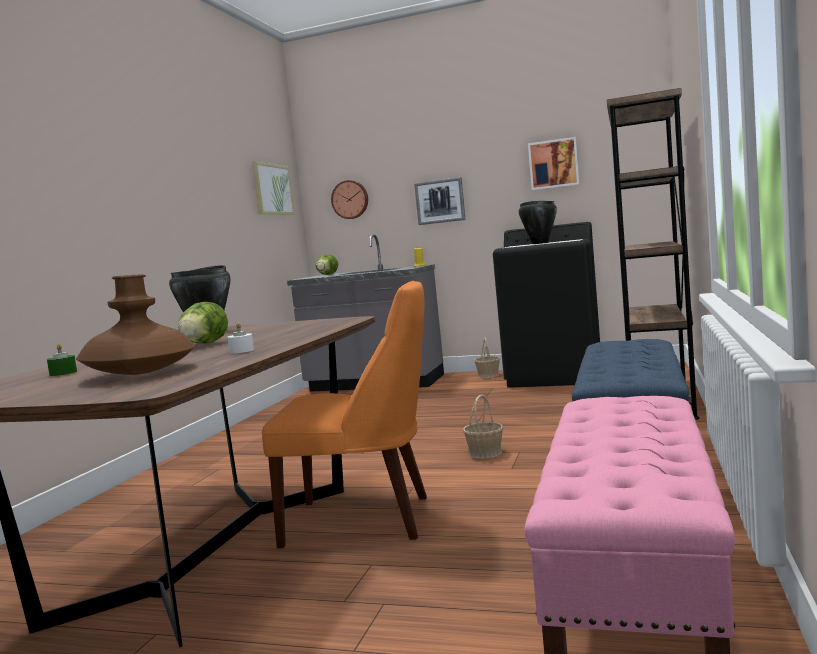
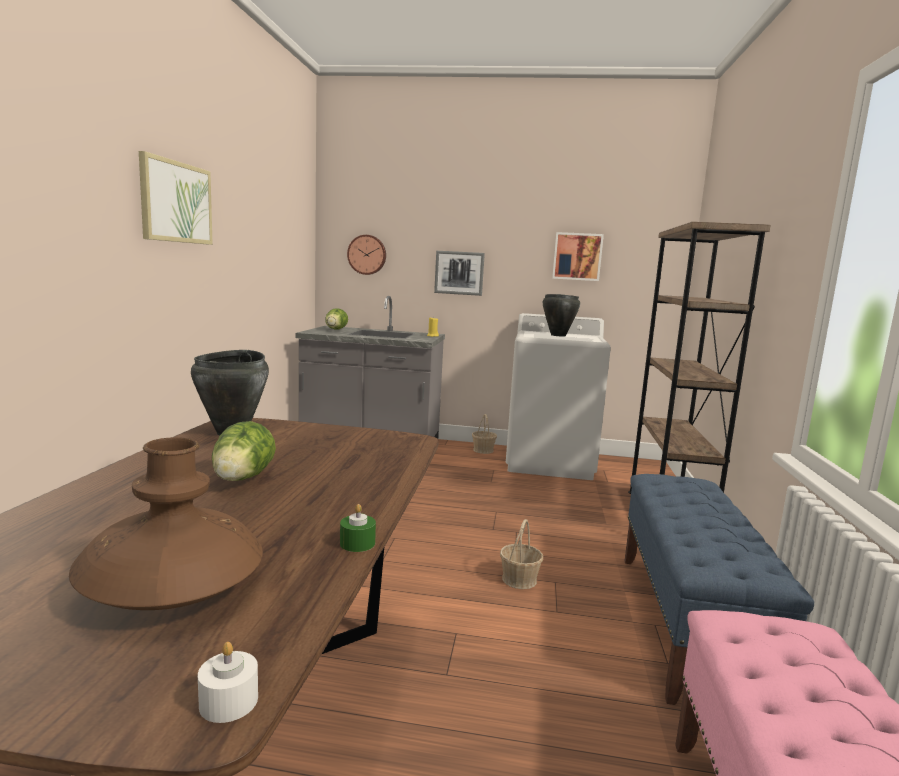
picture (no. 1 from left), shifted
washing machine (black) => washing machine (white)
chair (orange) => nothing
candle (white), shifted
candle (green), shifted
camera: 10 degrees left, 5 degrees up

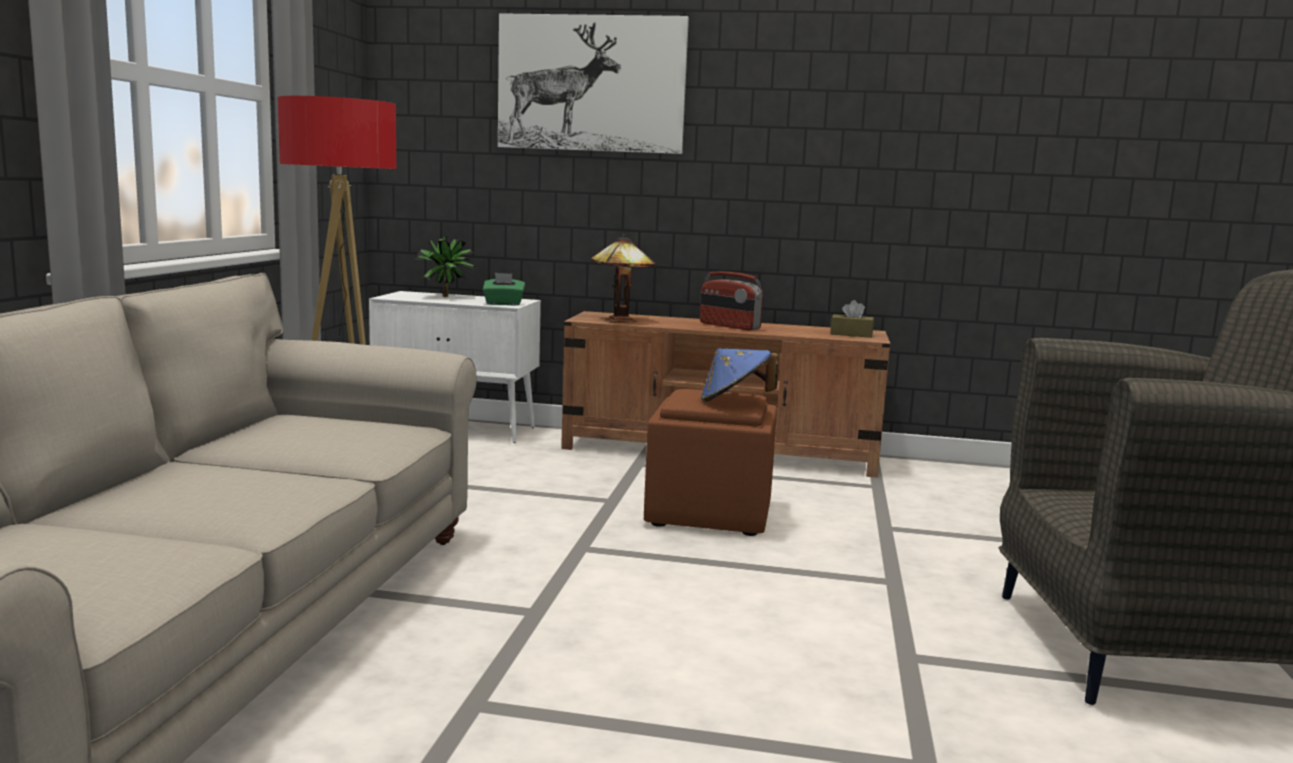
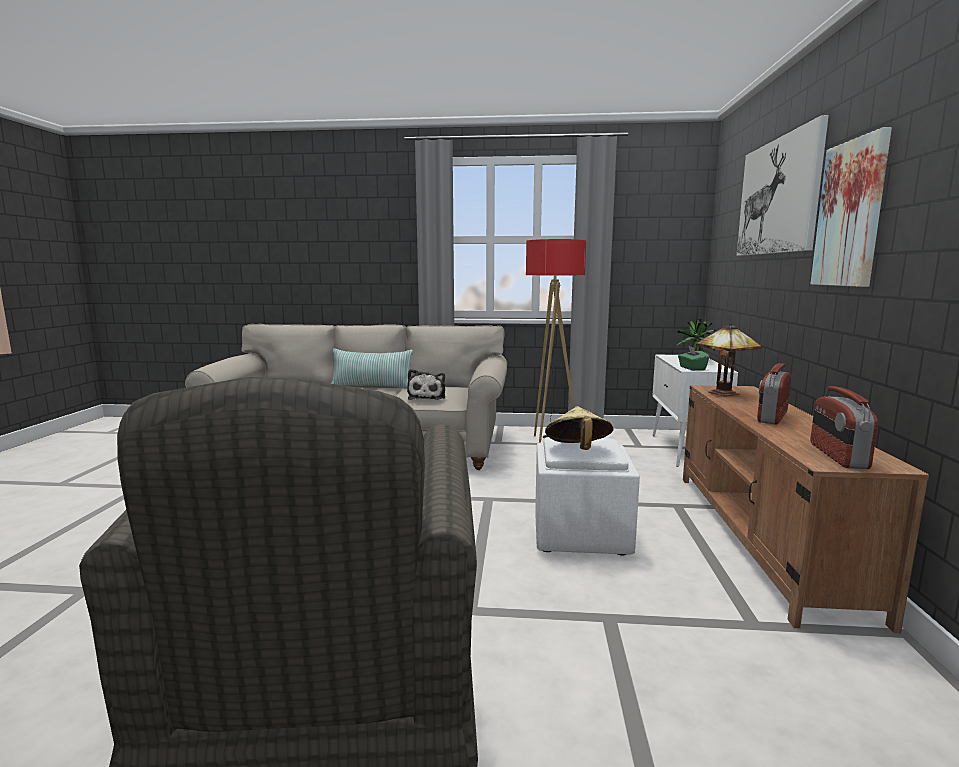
tissue box (brown) => radio (no. 2 from left)
hat (blue) => hat (beige)
ottoman (brown) => ottoman (white)
nothing => picture (no. 2 from left)
nothing => pillow
nothing => plush toy
camera: 85 degrees right, 0 degrees up

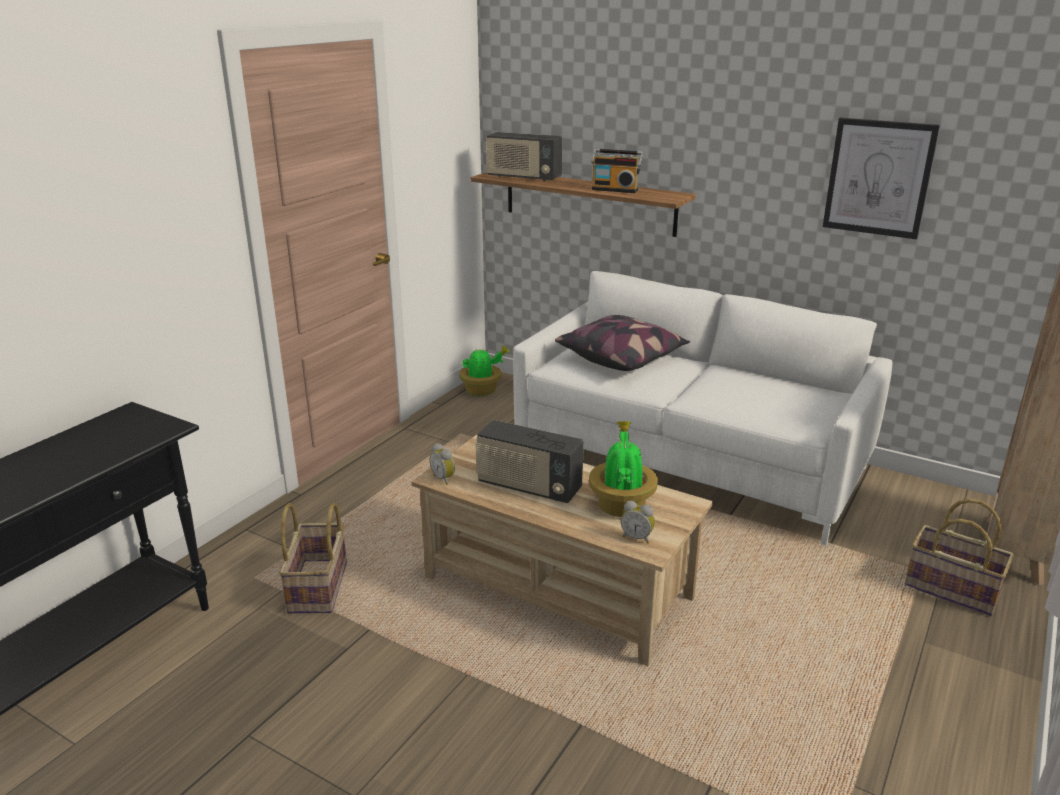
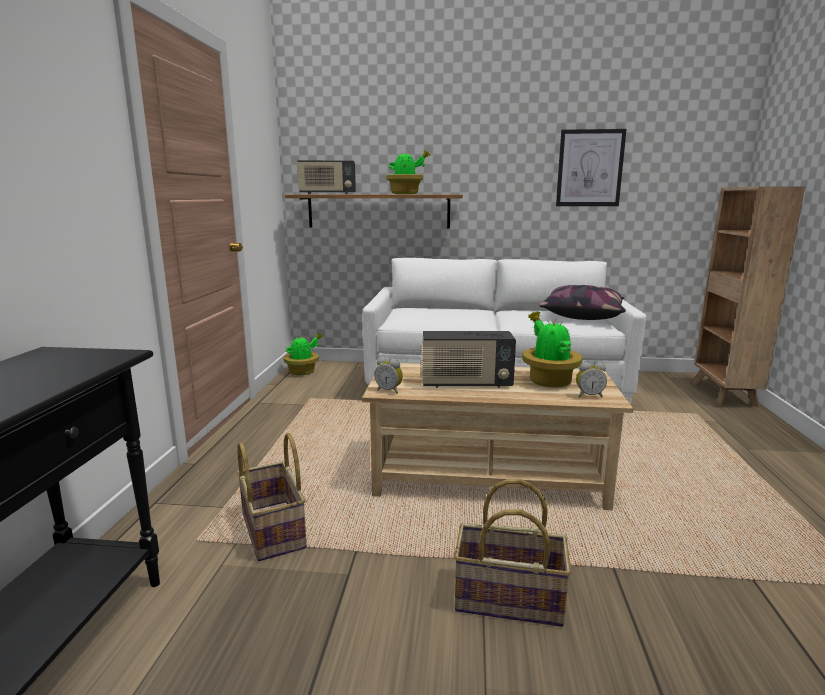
radio (no. 3 from left) => potted plant (no. 2 from left)
pillow, shifted
basket (no. 2 from left), shifted
camera: 25 degrees left, 10 degrees down

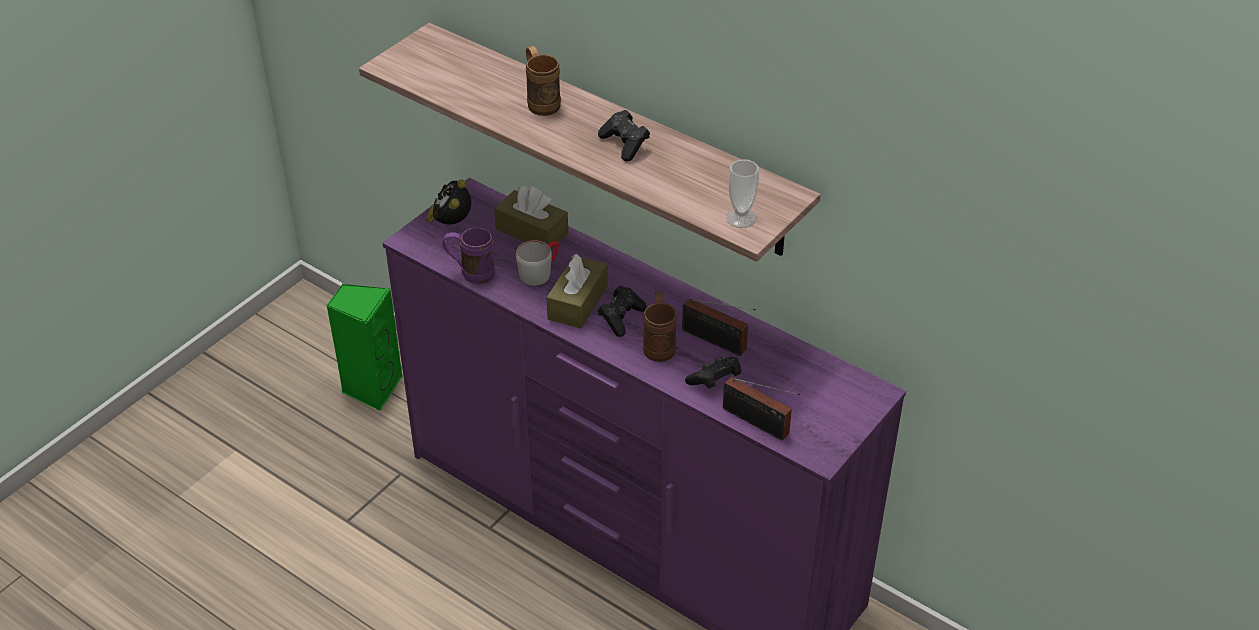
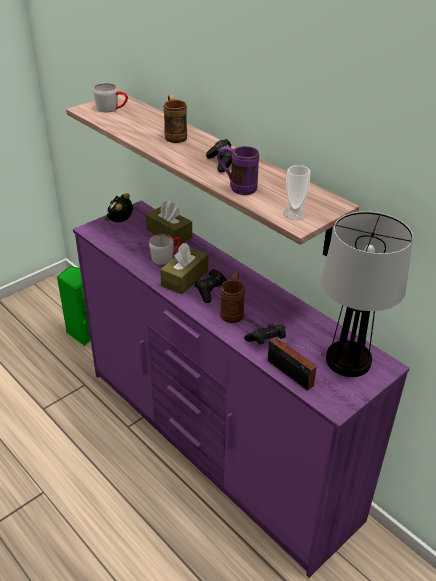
mug (purple), shifted
radio (no. 1 from left) => nothing
nothing => mug (grey) (no. 1 from left)
nothing => table lamp
camera: 10 degrees right, 5 degrees down

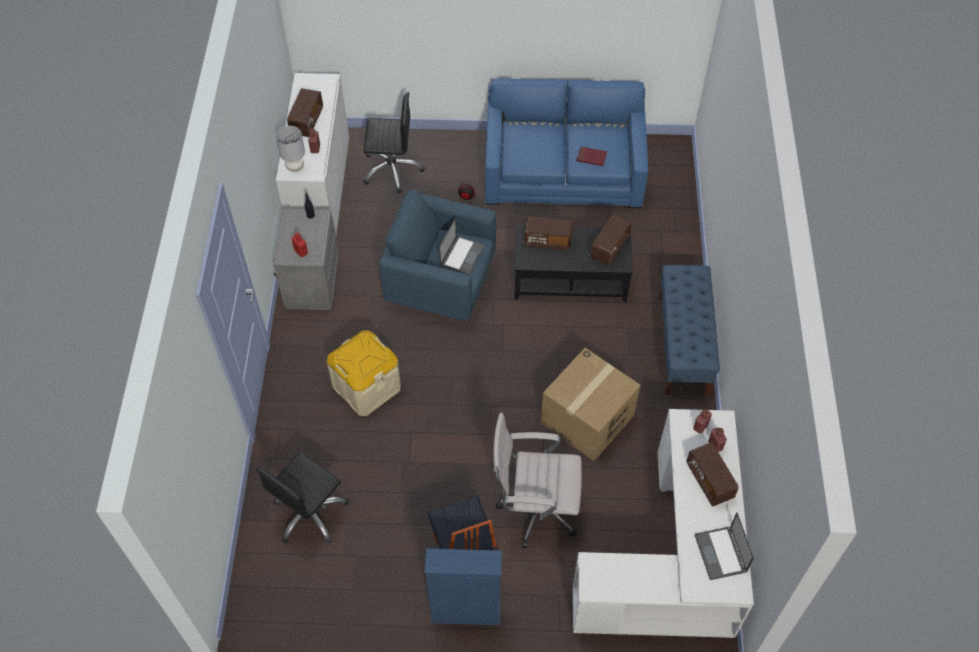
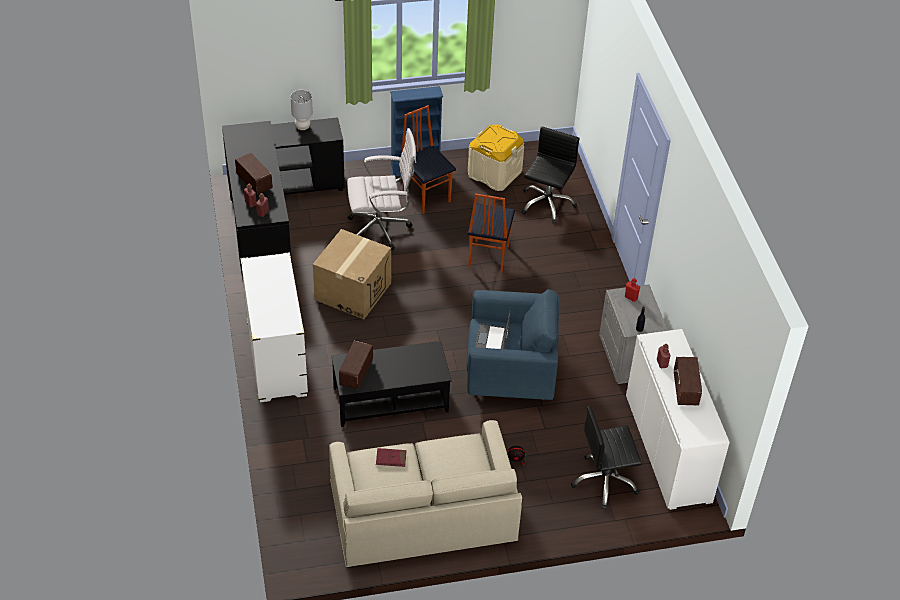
sofa (blue) => sofa (beige)
table lamp (grey), shifted
radio (no. 2 from left) => nothing
bench (blue) => dresser (white)
storage box (beige), shifted
desk (white) => desk (black)
laptop (no. 2 from left) => nothing
nothing => chair (no. 2 from left)
camera: 165 degrees right, 10 degrees down

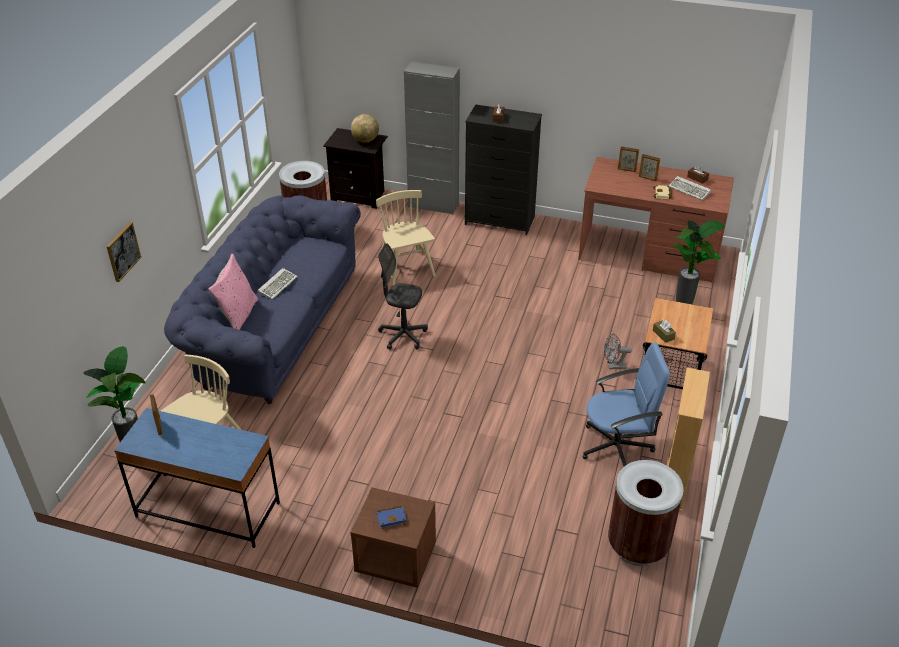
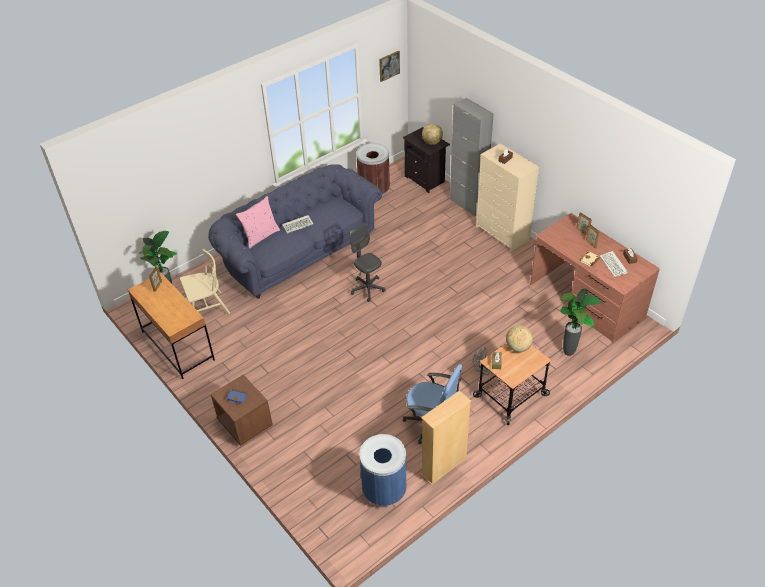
dresser (black) => dresser (beige)
chair (beige) (no. 2 from left) => nothing
picture, shifted
desk (blue) => desk (brown) (no. 1 from left)
trash can (brown) (no. 2 from left) => trash can (blue)
nothing => globe (no. 2 from left)
camera: 35 degrees right, 5 degrees up

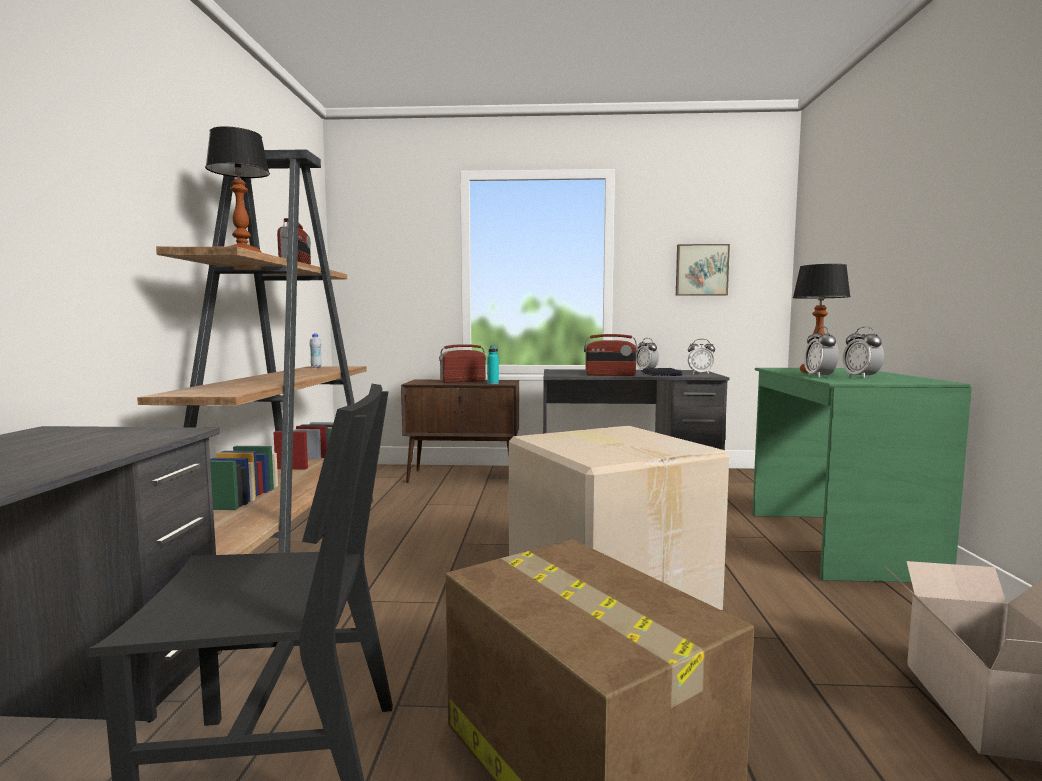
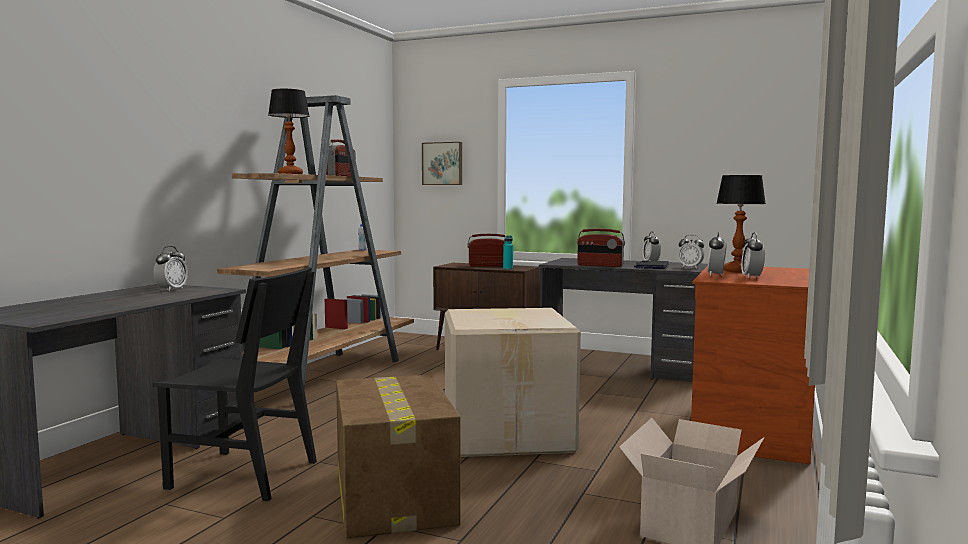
picture, shifted
desk (green) => desk (brown)
nothing => alarm clock (no. 1 from left)
camera: 20 degrees right, 0 degrees up

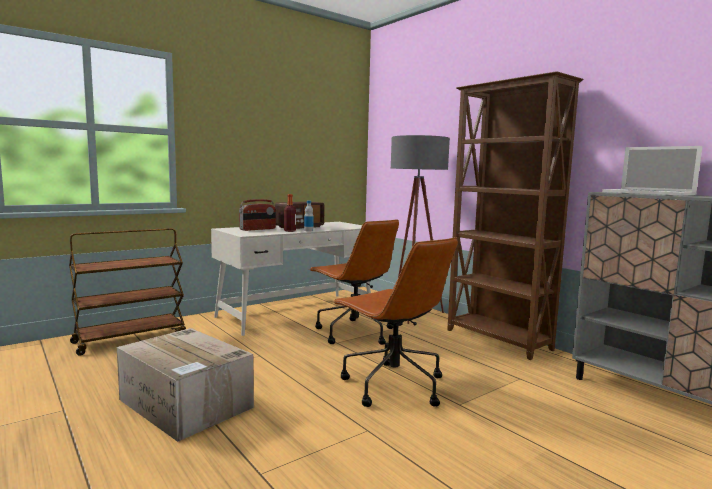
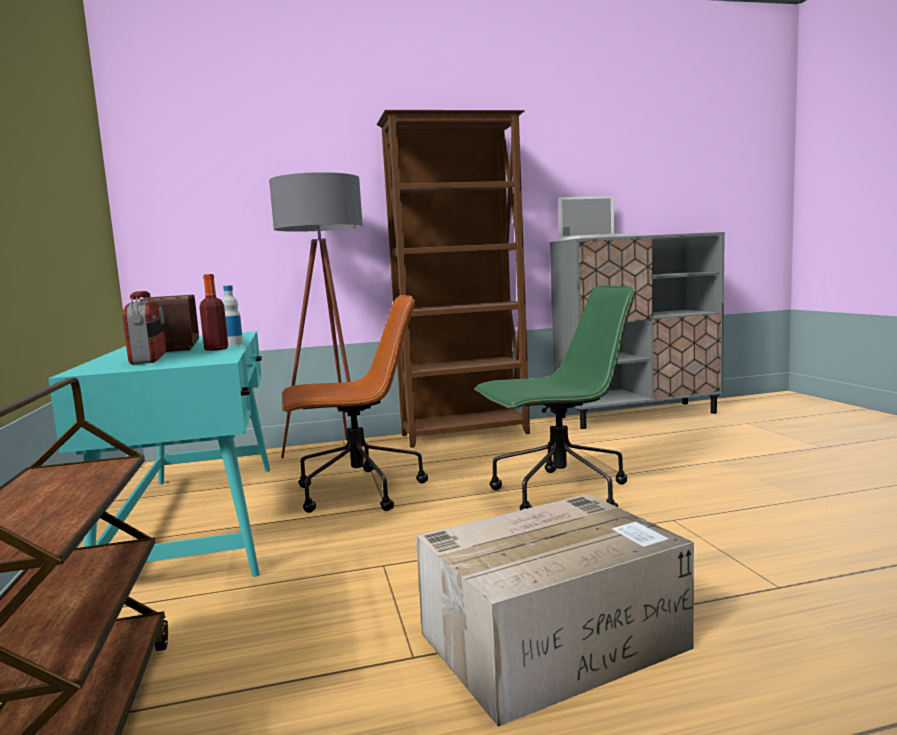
desk (white) => desk (turquoise)
office chair (brown) (no. 2 from left) => office chair (green)
camera: 65 degrees left, 0 degrees up

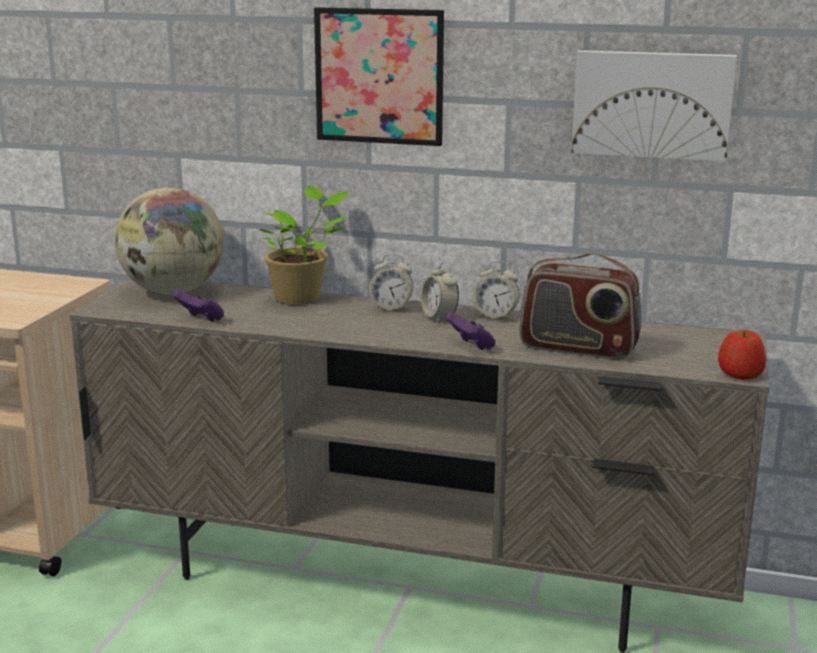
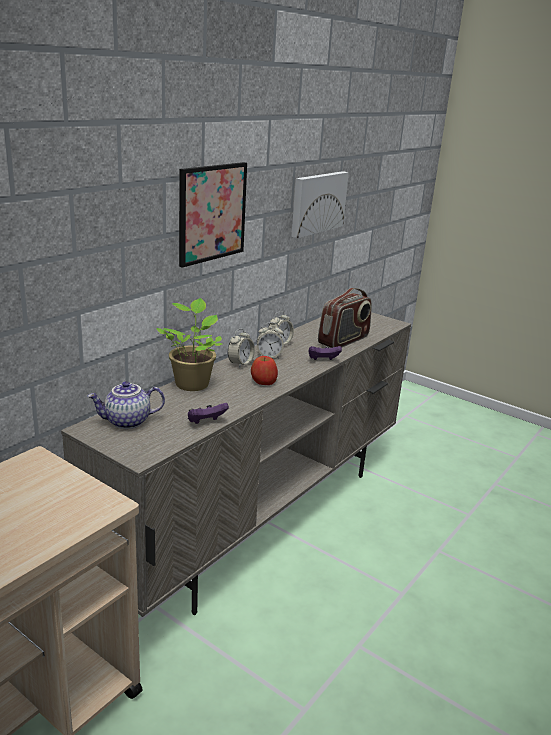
globe => teapot
apple, shifted
camera: 70 degrees left, 5 degrees up

